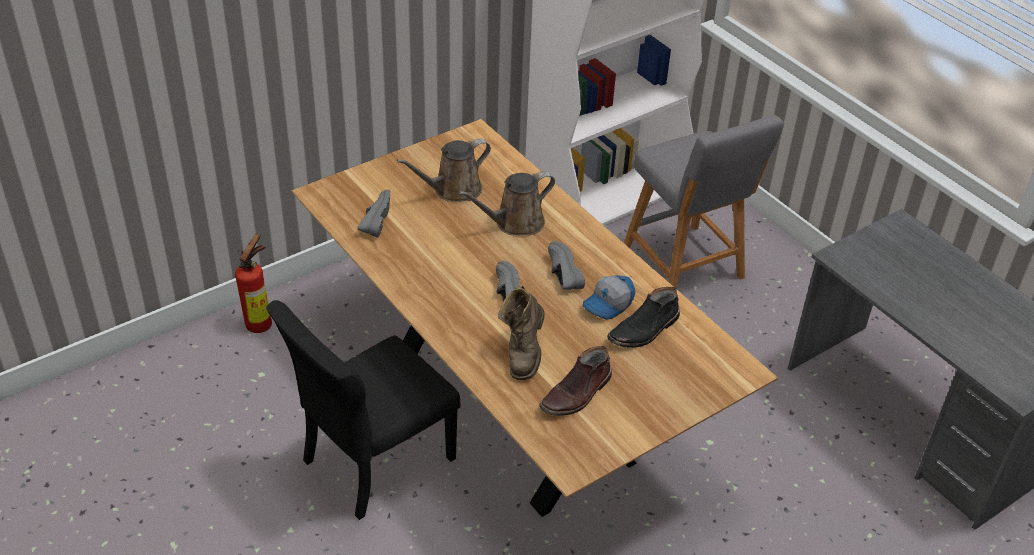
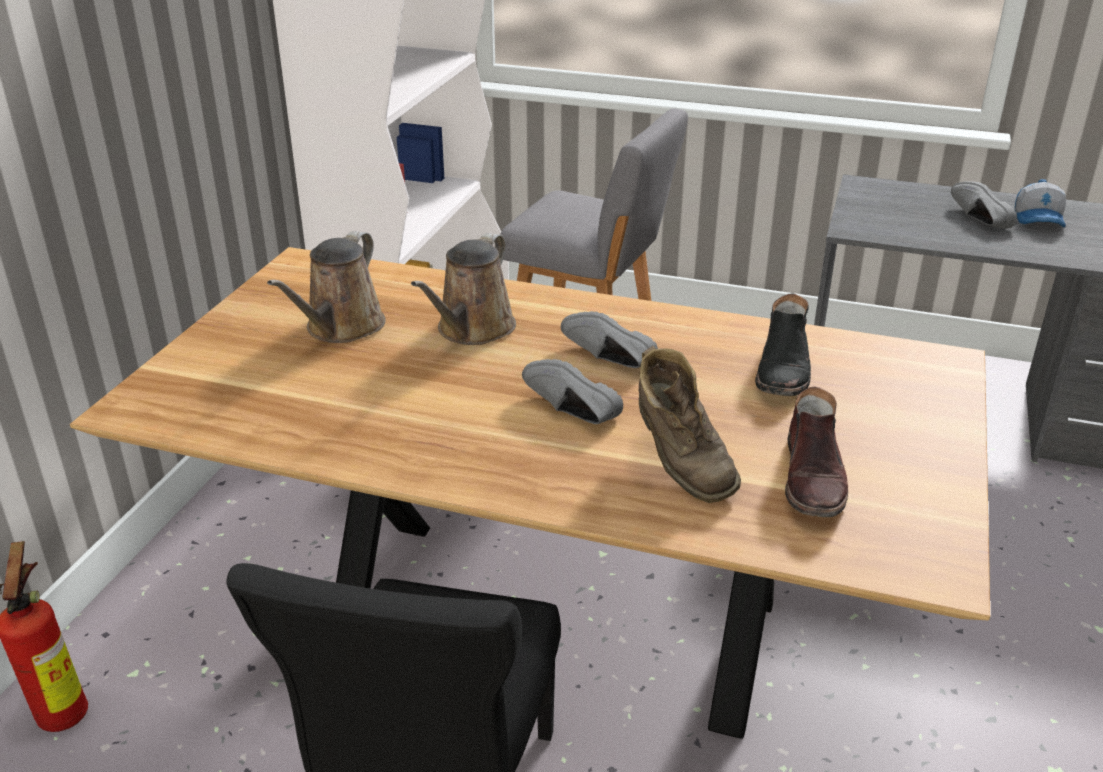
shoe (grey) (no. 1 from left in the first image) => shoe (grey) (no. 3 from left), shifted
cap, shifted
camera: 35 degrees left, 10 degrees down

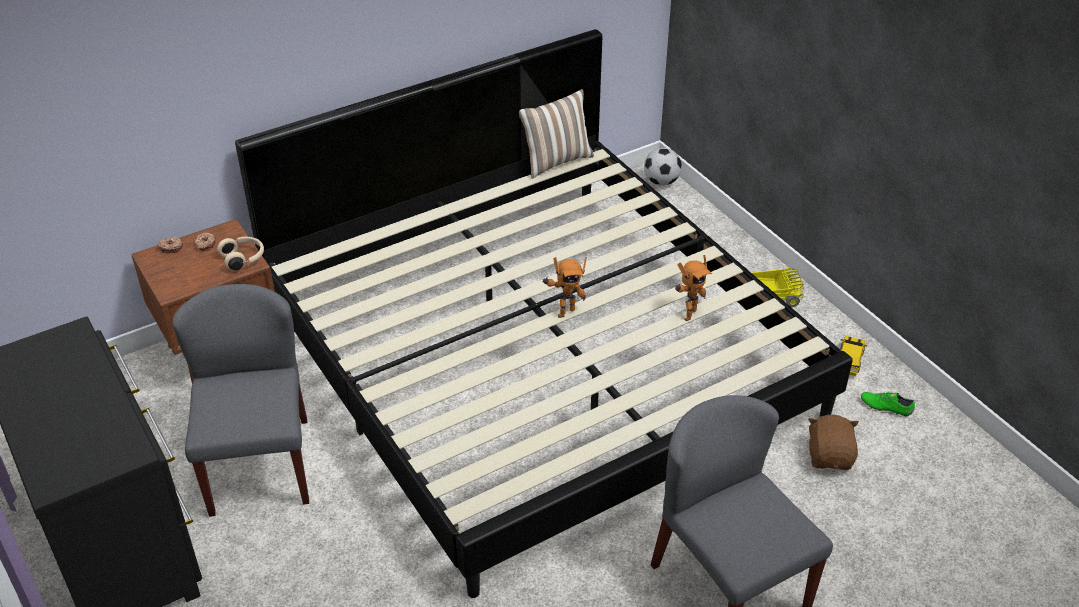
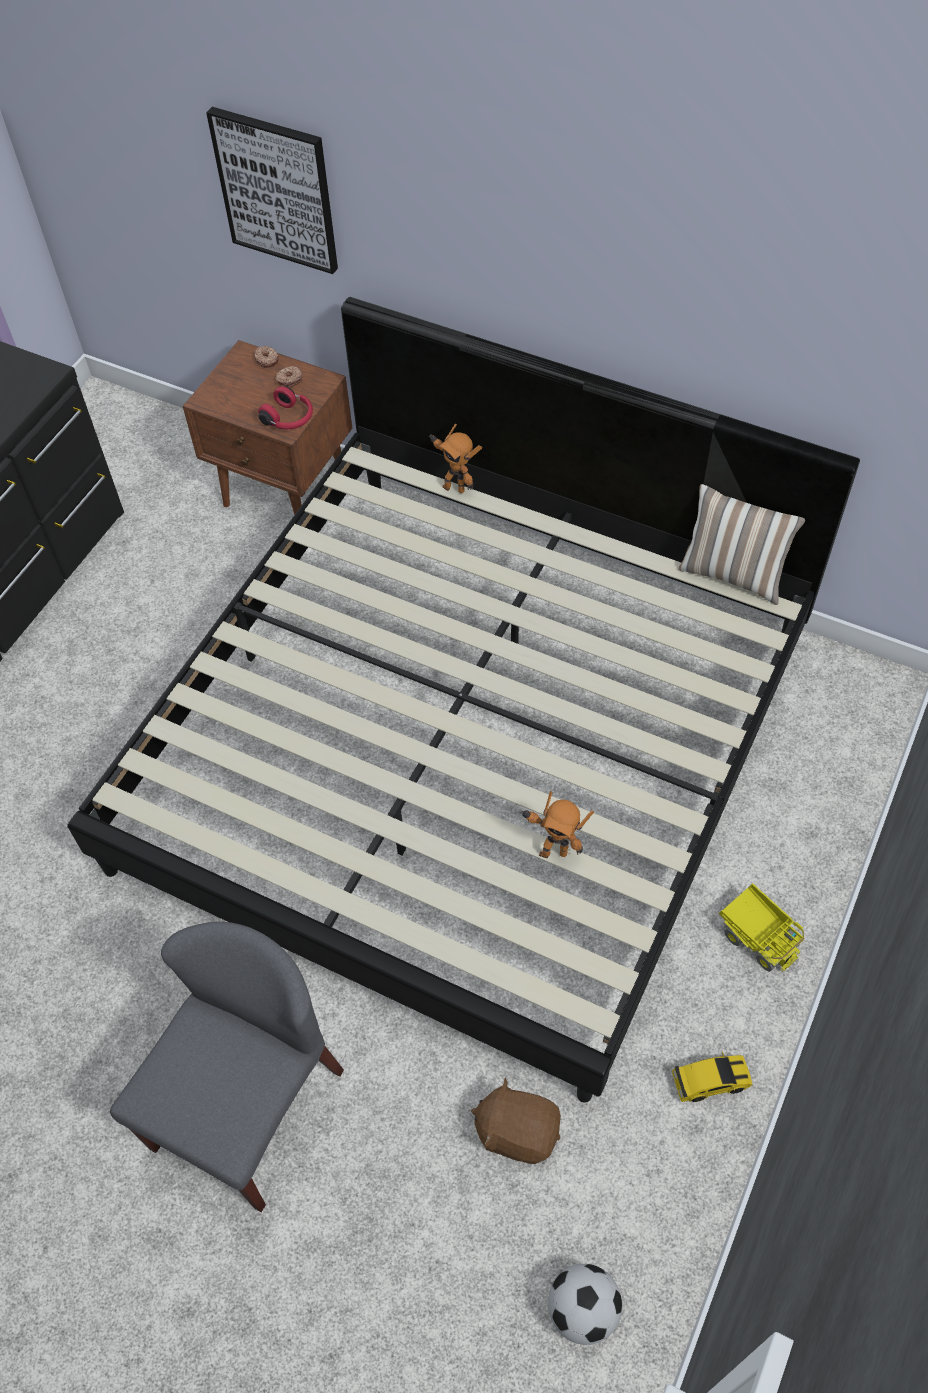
football, shifted
headphones (beige) => headphones (red)
toy robot (no. 1 from left), shifted
chair (grey) (no. 1 from left) => nothing
shoe (green) => nothing
plush toy (brown), 135 degrees counterclockwise
nothing => picture
camera: 60 degrees right, 15 degrees up

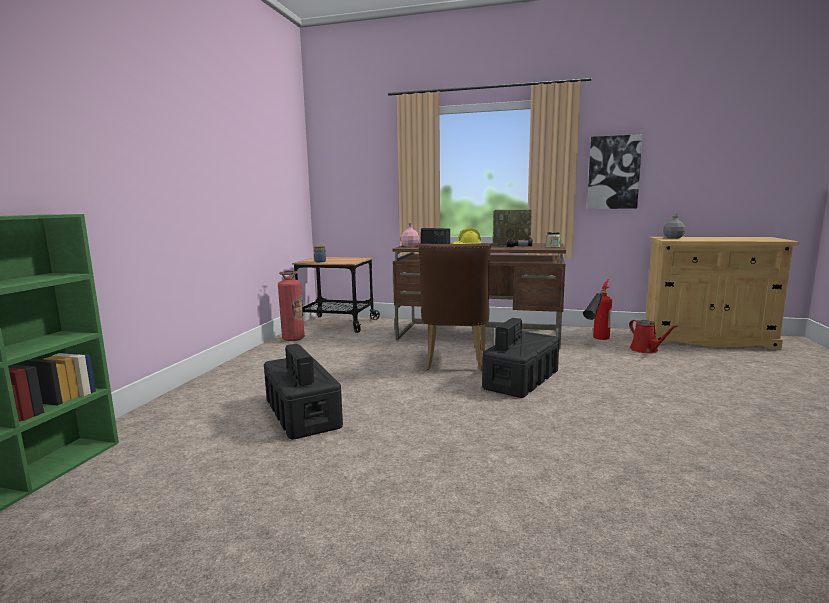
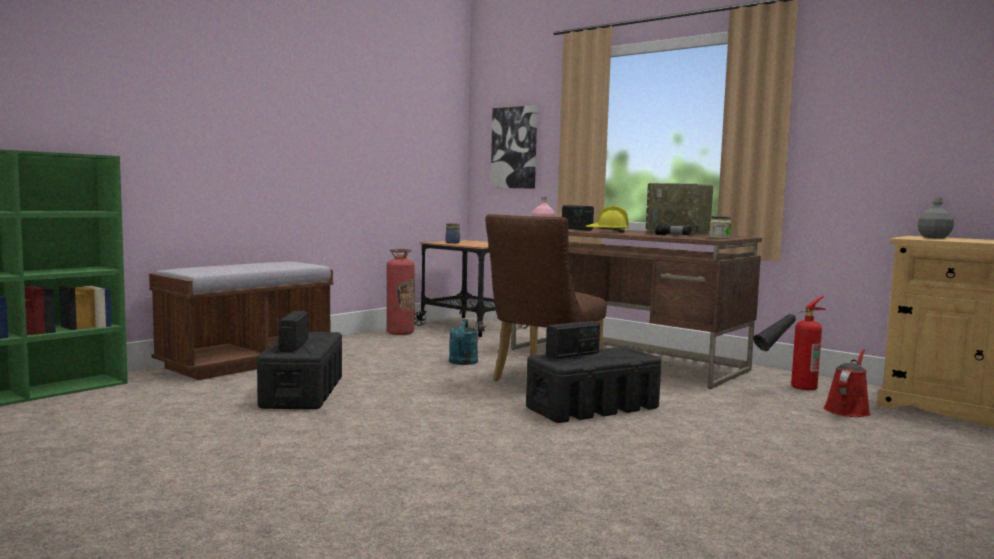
picture, shifted
watering can (red), 150 degrees counterclockwise
nothing => bench (brown)
nothing => watering can (turquoise)
camera: 25 degrees right, 5 degrees down

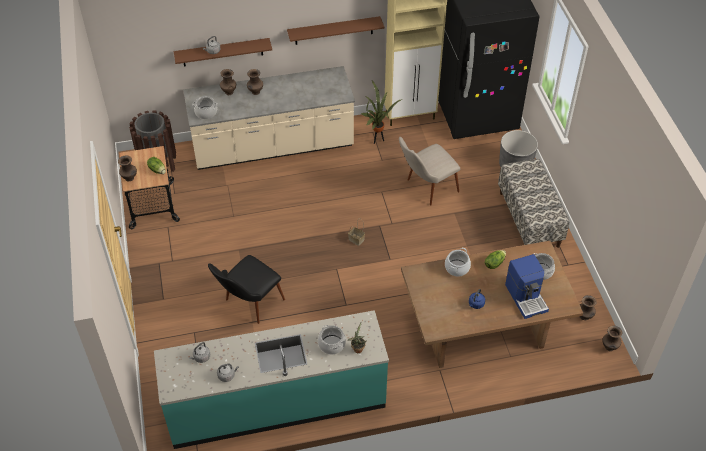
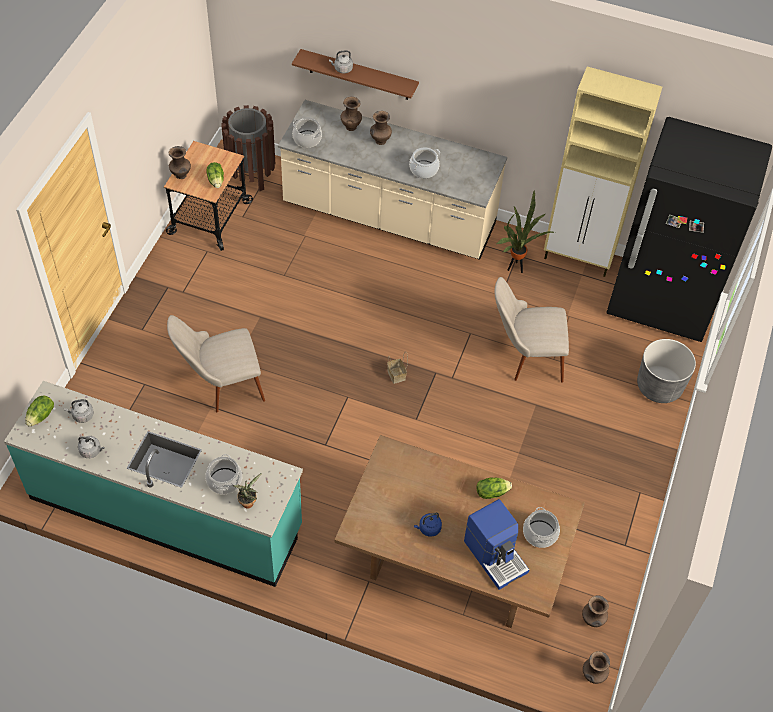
shelf (brown) (no. 2 from left) => nothing
bench => nothing
cooking pot (no. 3 from left), shifted
coffee machine, 45 degrees counterclockwise
chair (black) => chair (beige) (no. 1 from left)
nothing => lettuce (no. 1 from left)
camera: 30 degrees right, 5 degrees up

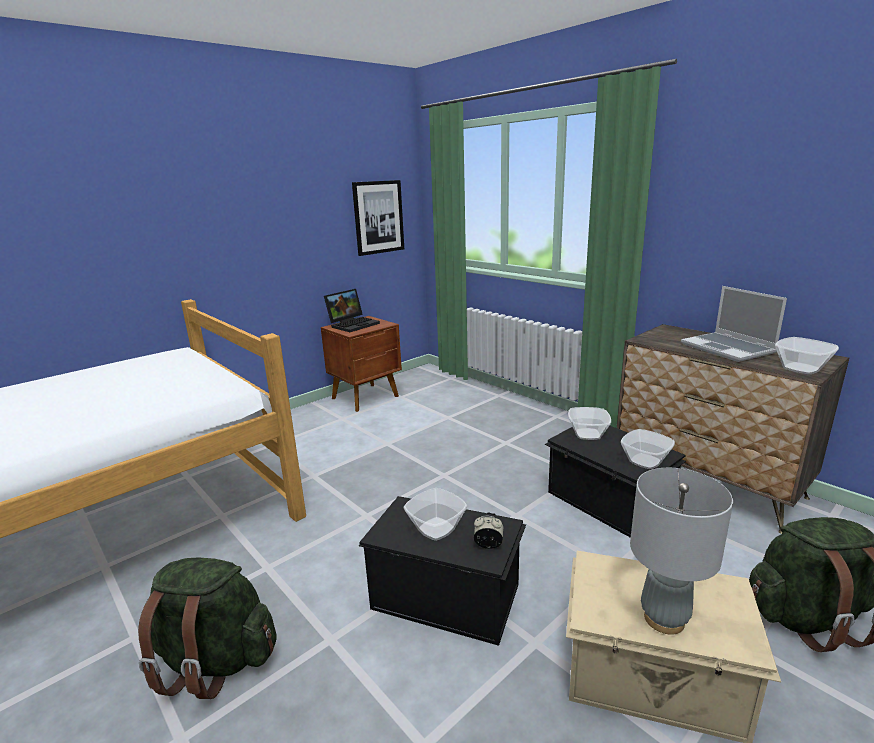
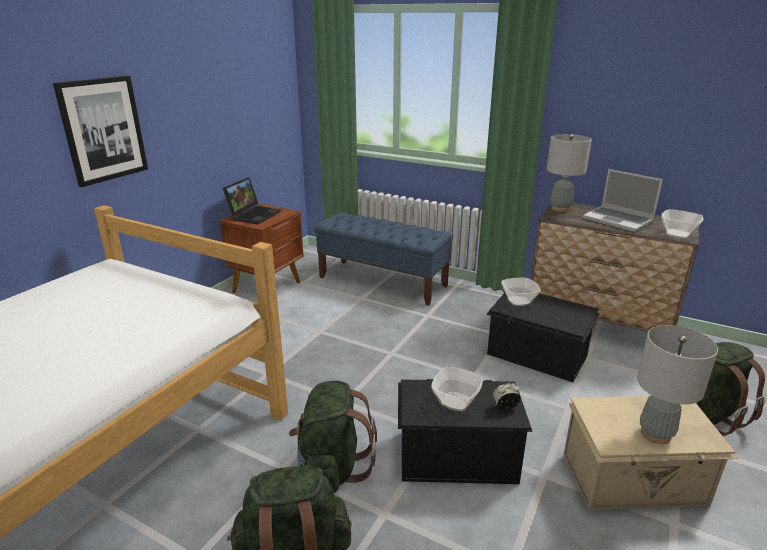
picture, shifted
bowl (no. 3 from left) => nothing
nothing => table lamp (grey) (no. 1 from left)
nothing => bench (blue)
nothing => backpack (green) (no. 2 from left)
camera: 20 degrees left, 5 degrees up

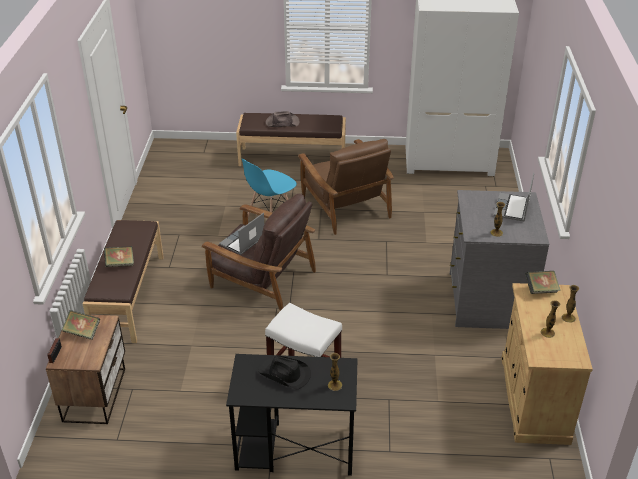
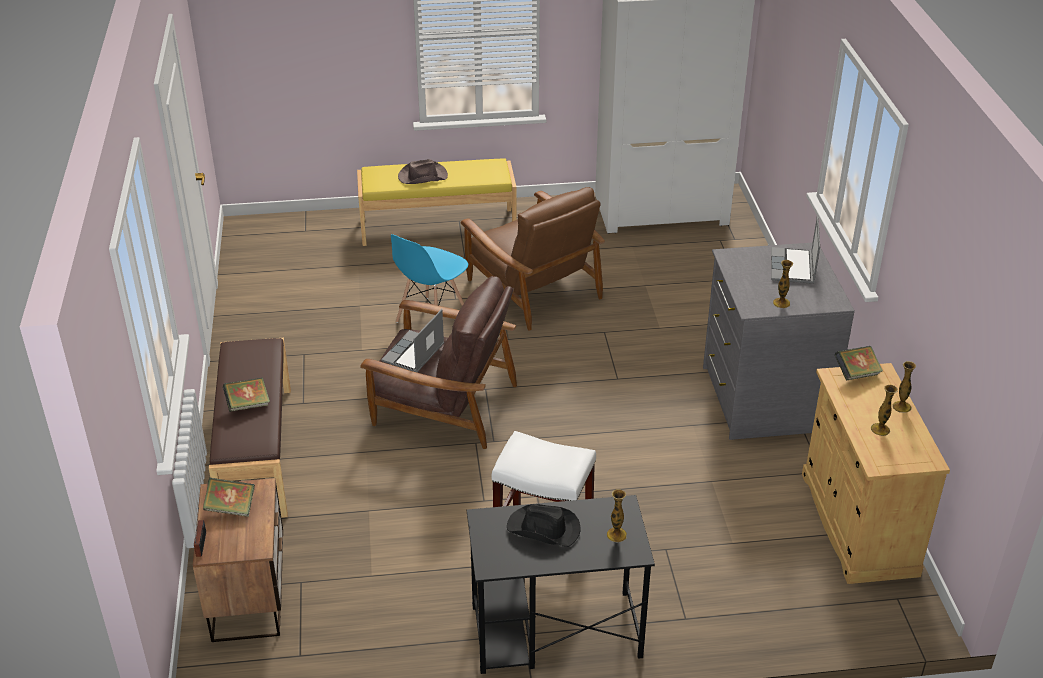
bench (brown) (no. 2 from left) => bench (yellow)
camera: 10 degrees left, 0 degrees up

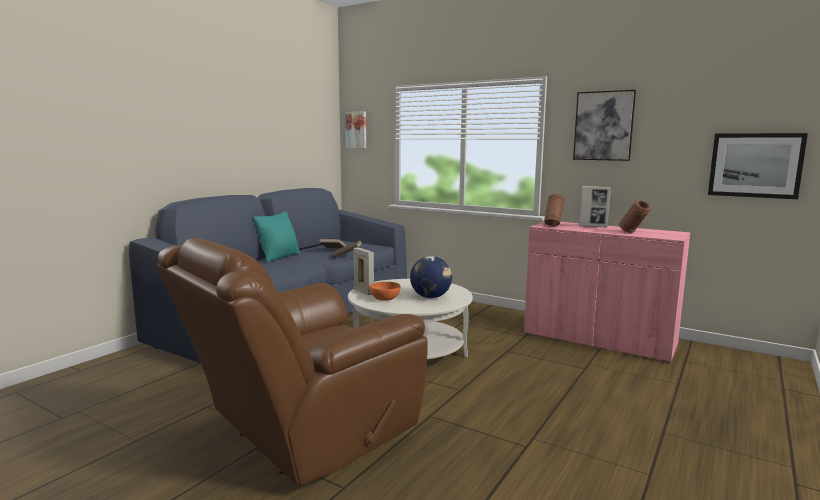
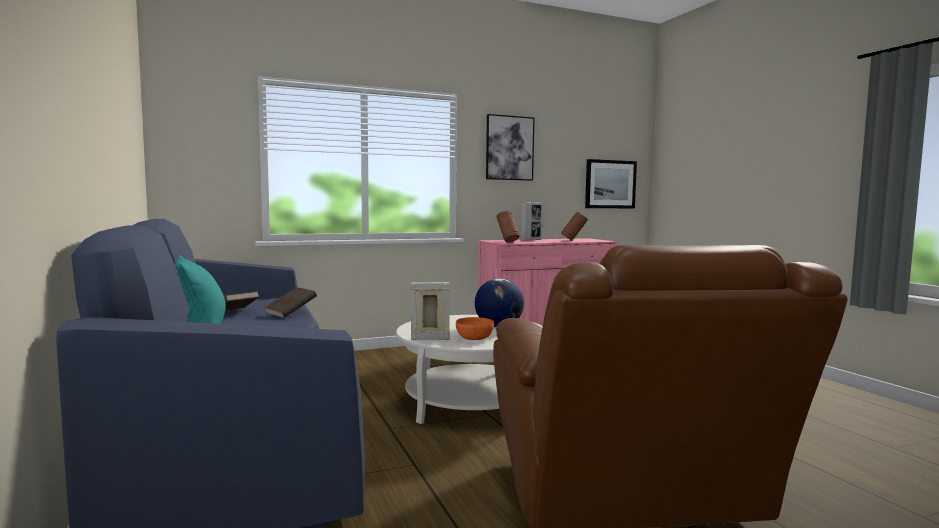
picture (no. 1 from left) => nothing
camera: 55 degrees left, 5 degrees down

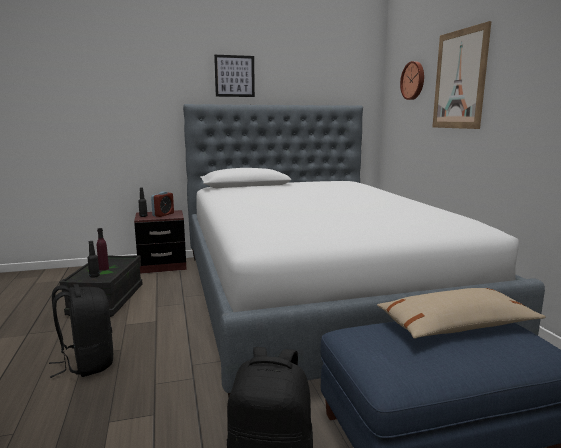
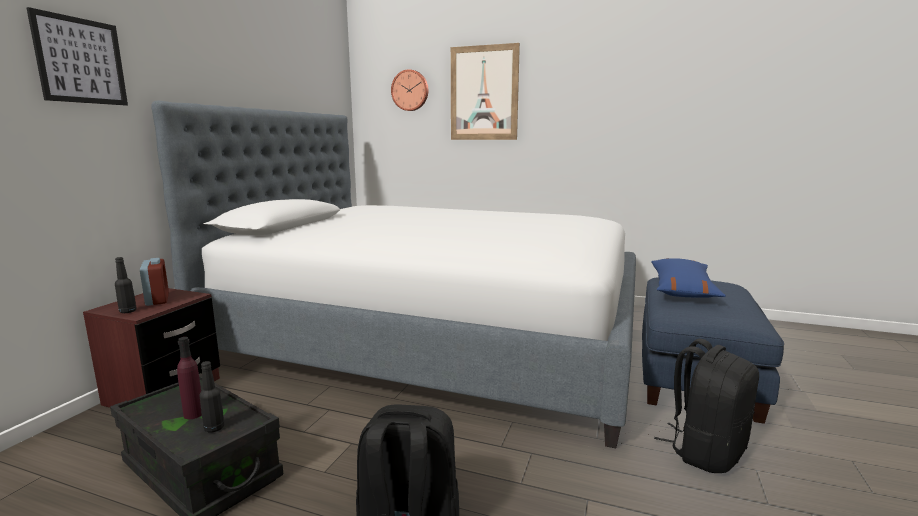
picture (no. 1 from left), shifted
pillow (beige) => pillow (blue)
camera: 55 degrees left, 0 degrees up

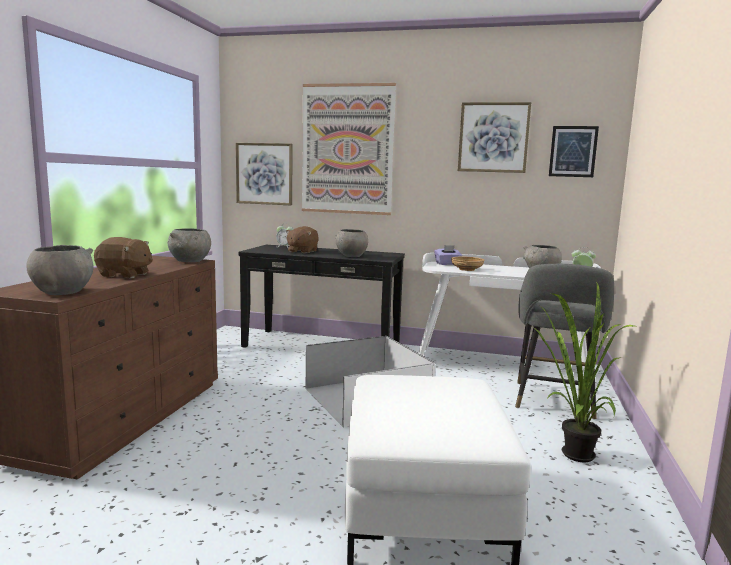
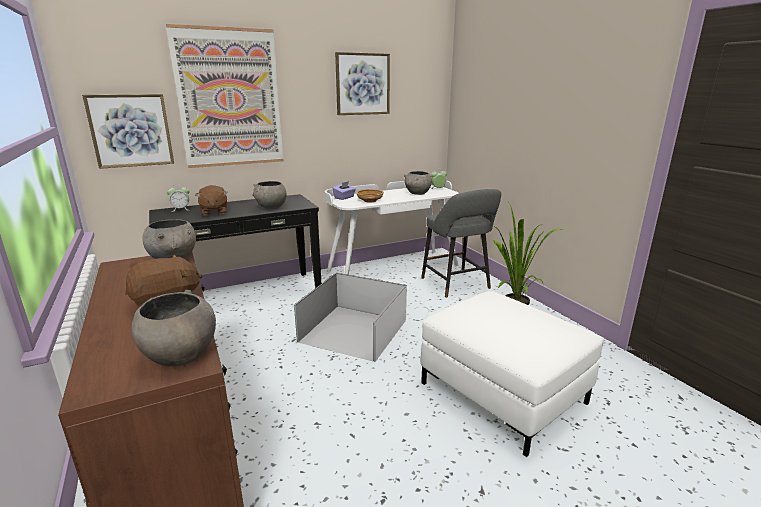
picture (no. 4 from left) => nothing
camera: 40 degrees left, 10 degrees up

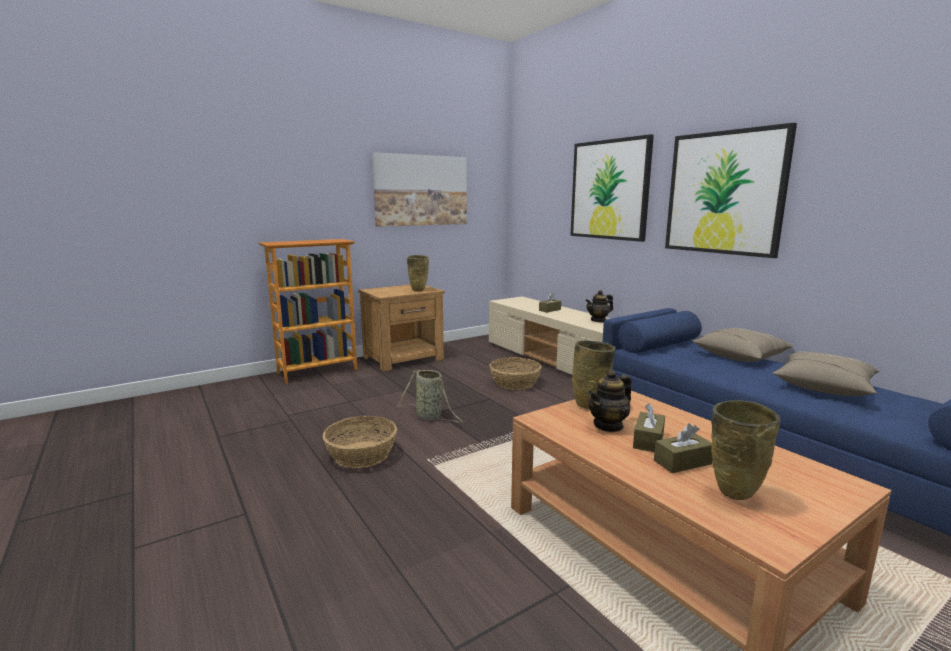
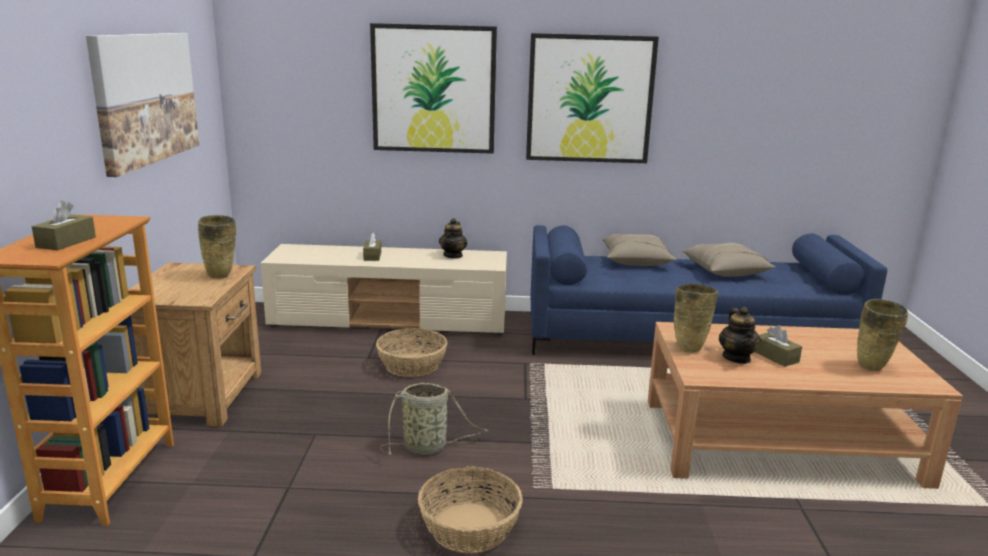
tissue box (brown) (no. 3 from left in the first image) => tissue box (brown) (no. 1 from left), shifted
camera: 55 degrees left, 5 degrees up

